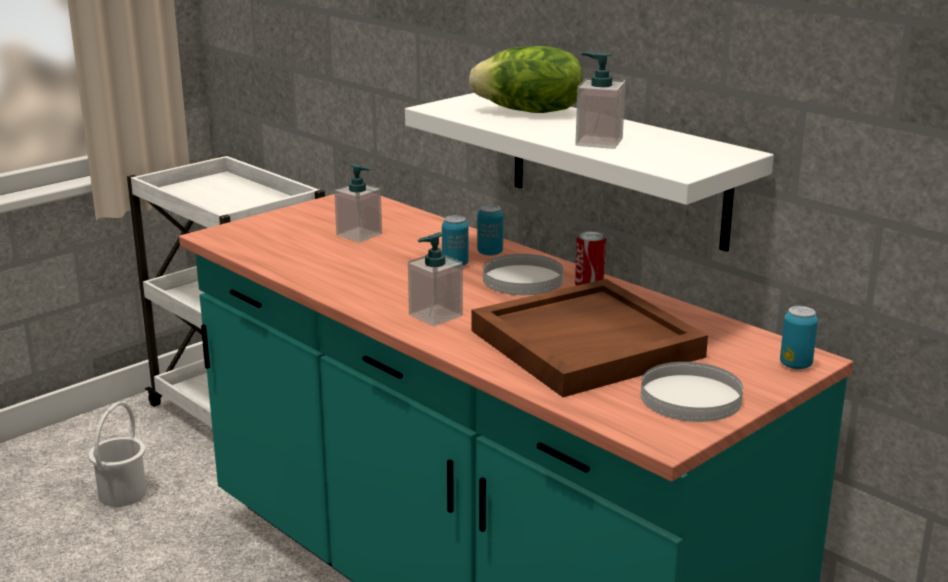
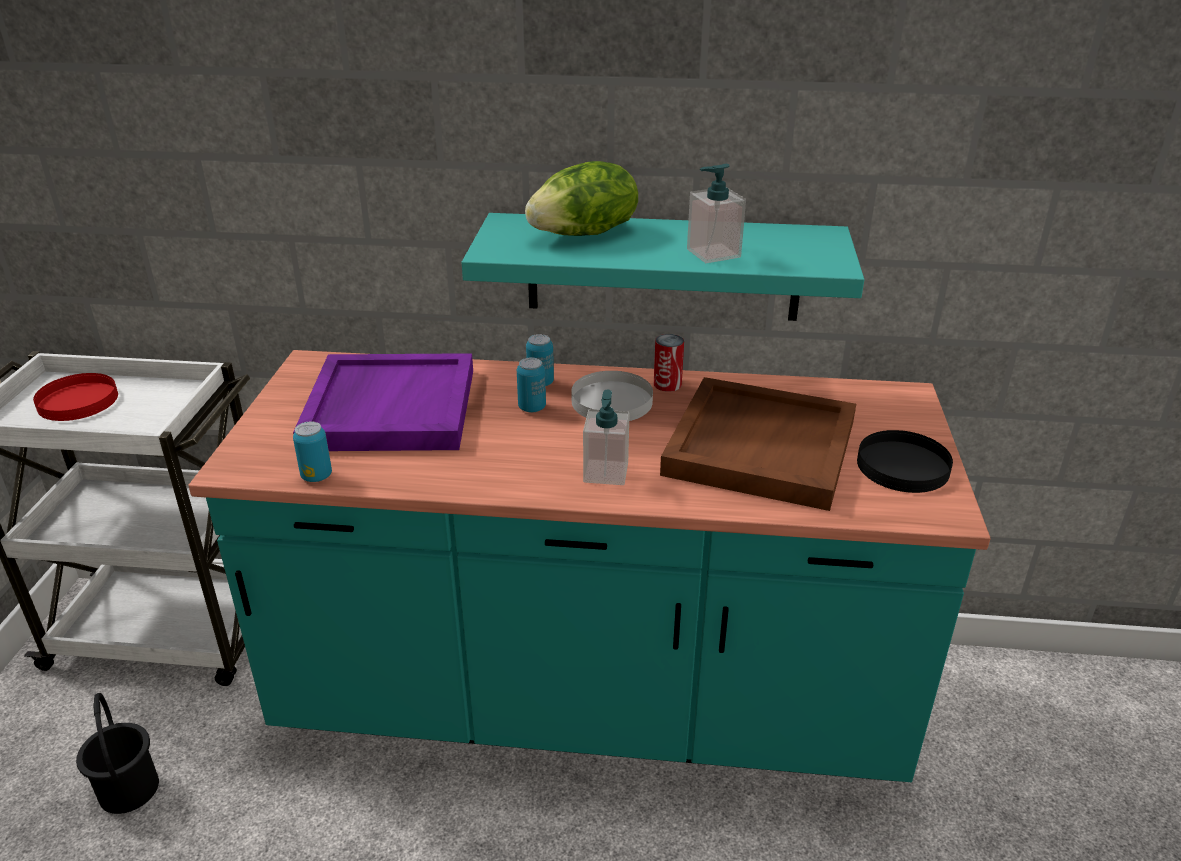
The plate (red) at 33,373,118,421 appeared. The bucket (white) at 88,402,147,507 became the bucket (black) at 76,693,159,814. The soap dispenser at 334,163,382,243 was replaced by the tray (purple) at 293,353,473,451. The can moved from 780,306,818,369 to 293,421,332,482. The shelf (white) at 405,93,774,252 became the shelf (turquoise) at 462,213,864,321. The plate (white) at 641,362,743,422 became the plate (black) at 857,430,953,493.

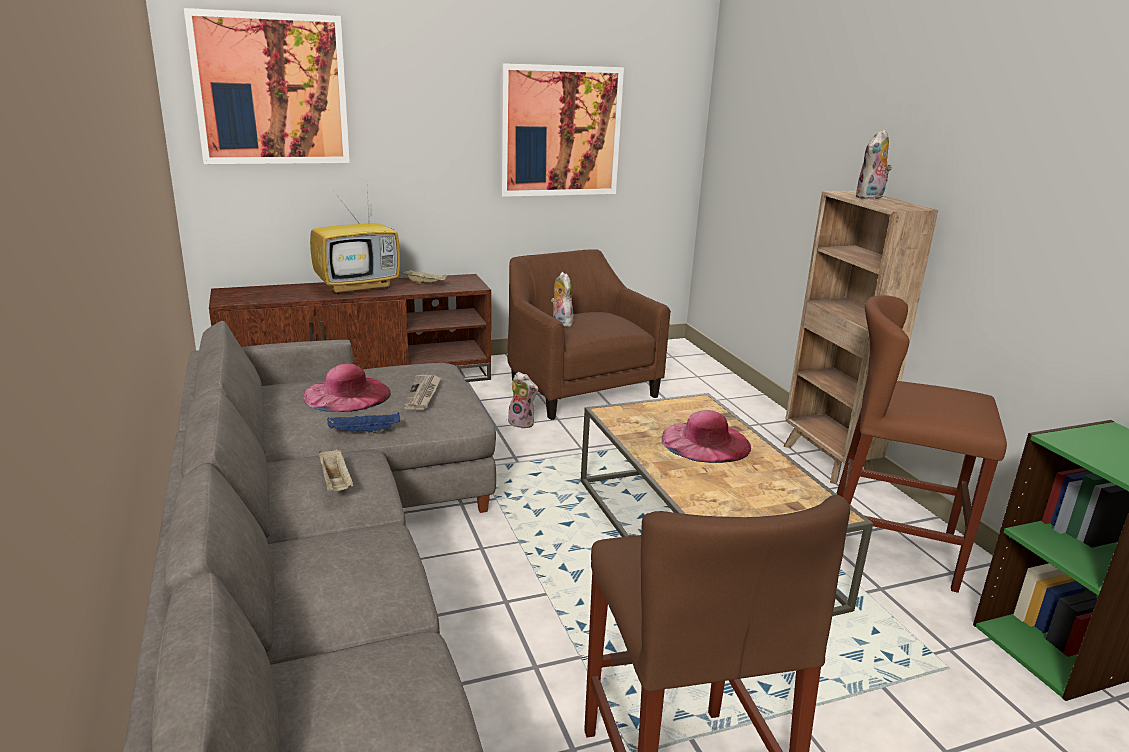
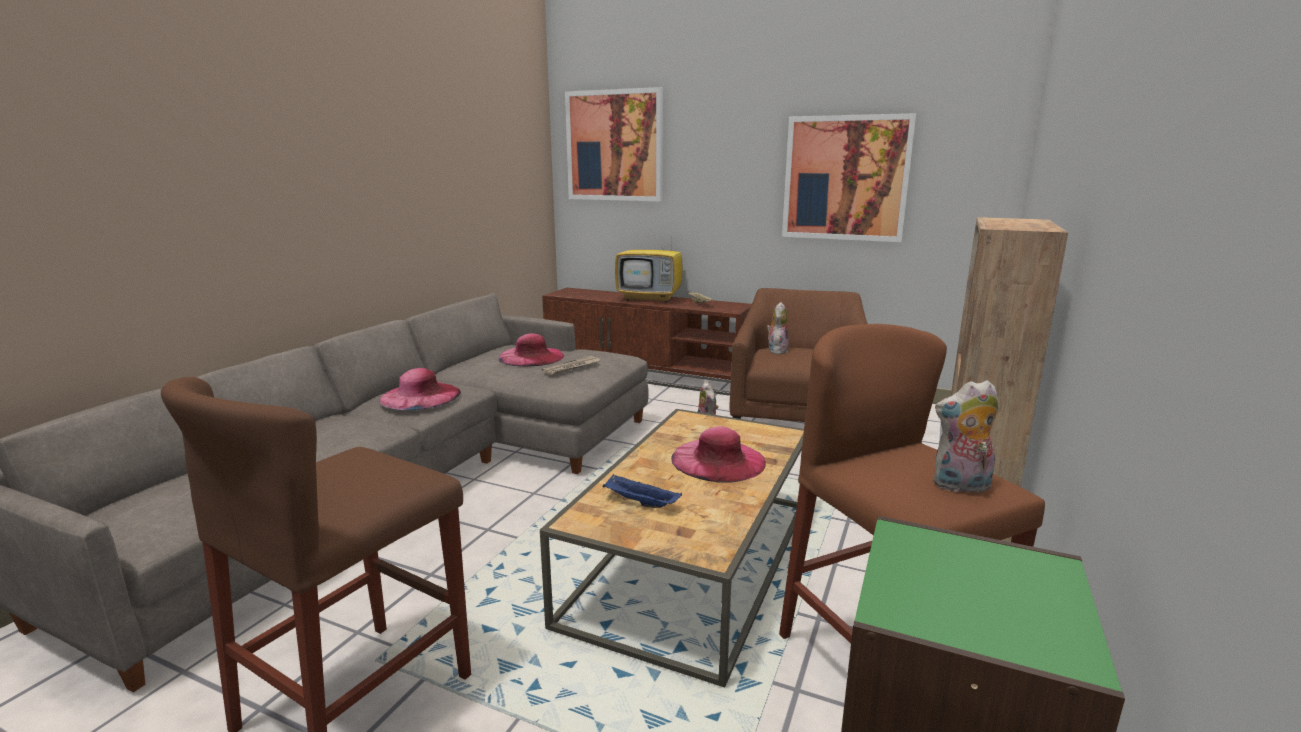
The tray (beige) at 319,449,353,491 was replaced by the hat (pink) at 379,368,461,410. The tray (blue) moved from 327,413,400,434 to 602,474,682,508. The plush toy moved from 855,129,892,199 to 933,380,999,492.

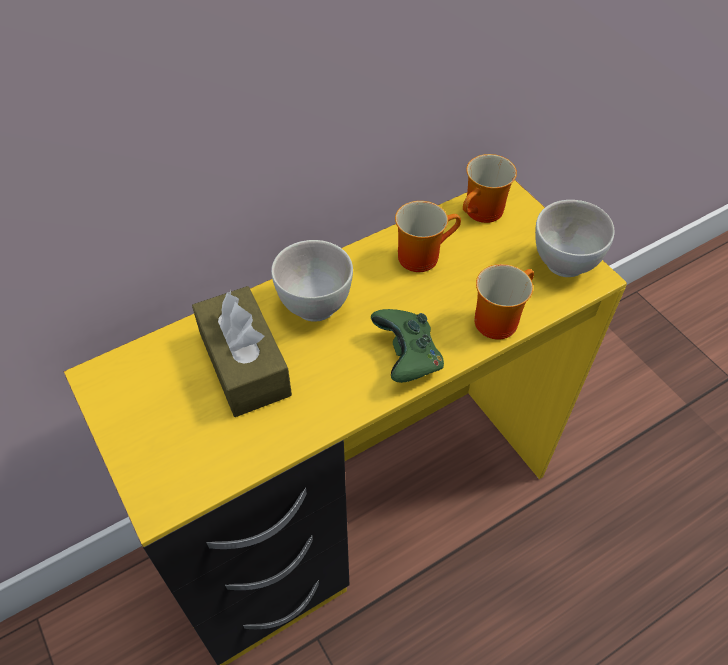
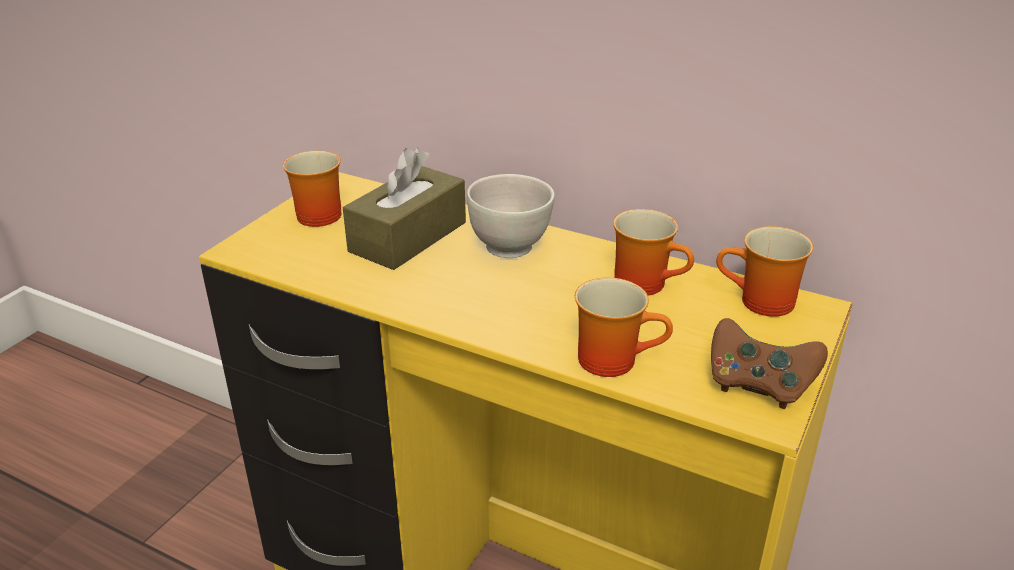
The mug at 283,151,342,227 appeared. The bowl (white) at 535,200,615,277 was replaced by the game controller (brown) at 711,318,828,409. The game controller (green) at 371,309,444,383 disappeared.

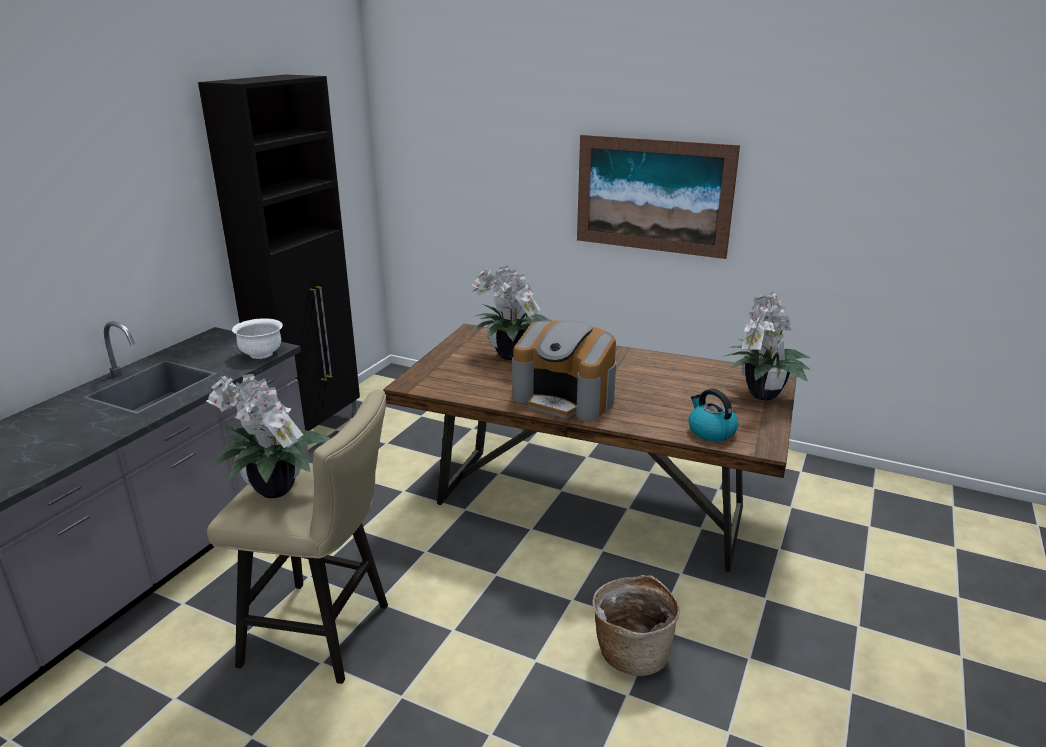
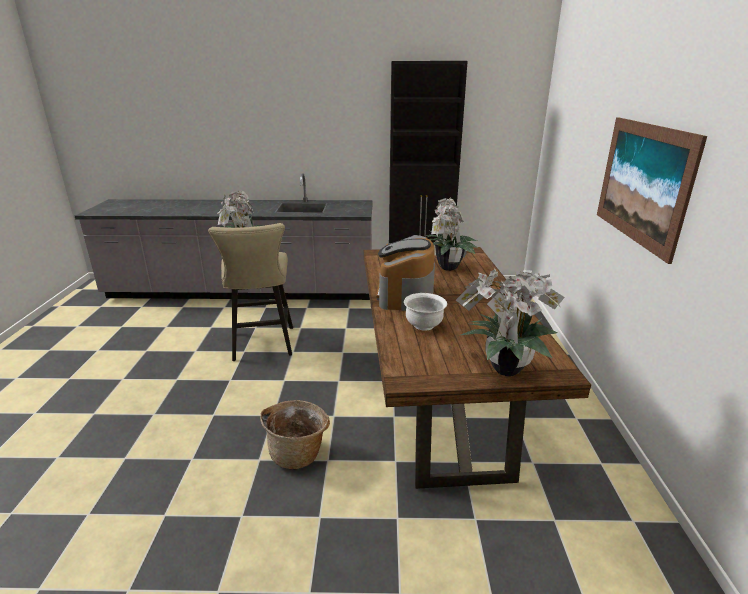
The bowl (white) moved from 232,318,283,359 to 404,293,447,330. The kettle at 688,389,738,441 disappeared.

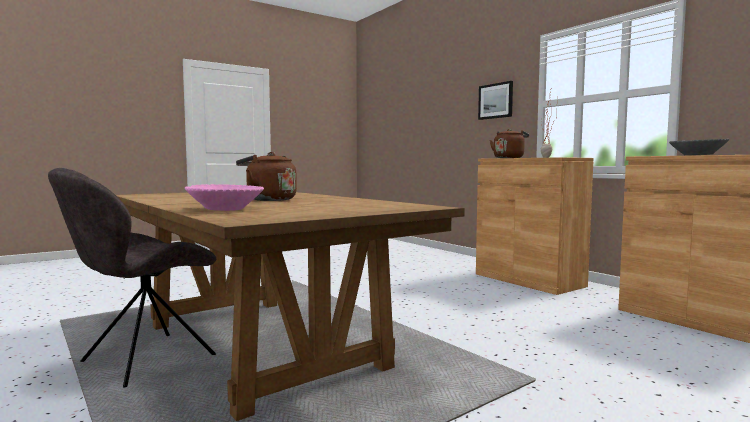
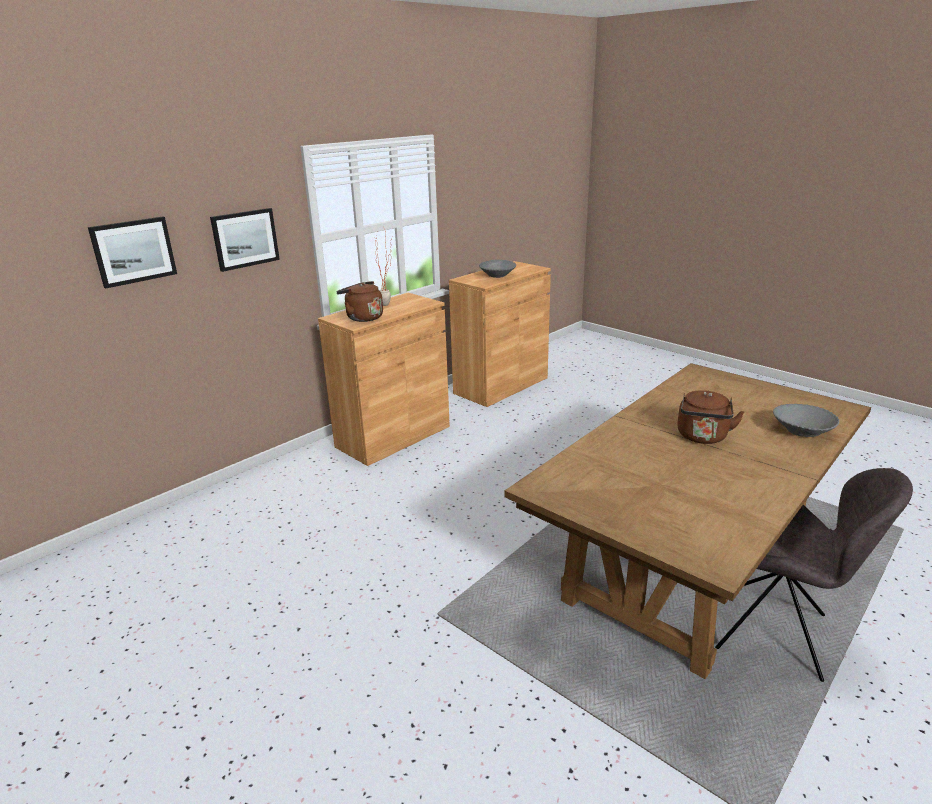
The picture at 88,217,177,288 appeared. The bowl (pink) at 185,184,264,211 became the bowl (grey) at 773,404,839,437.

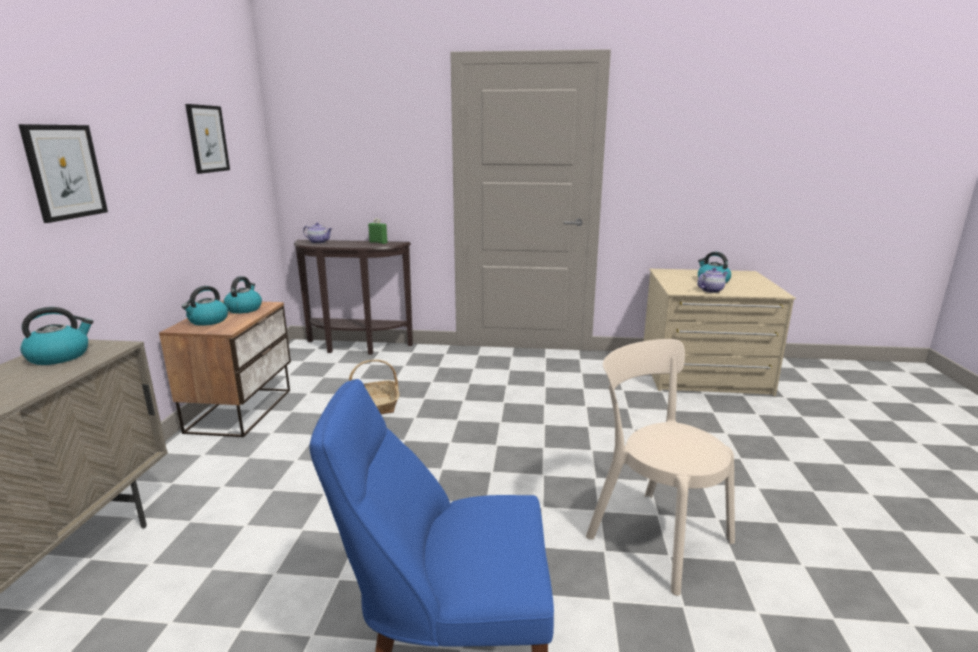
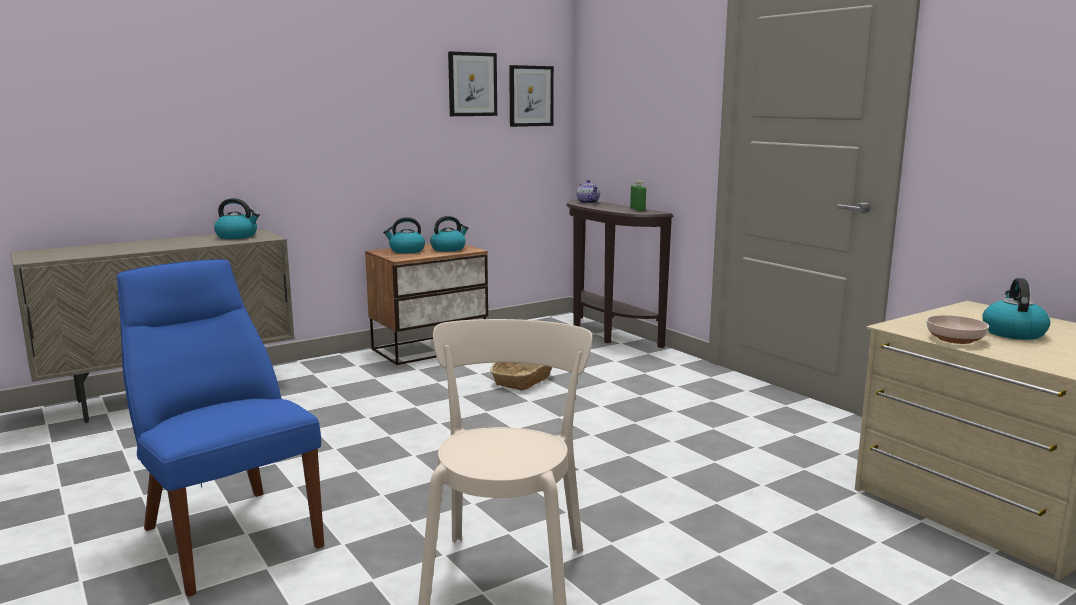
The picture moved from 18,124,108,223 to 509,65,554,127. The teapot at 697,268,728,293 was replaced by the bowl at 926,315,989,344.

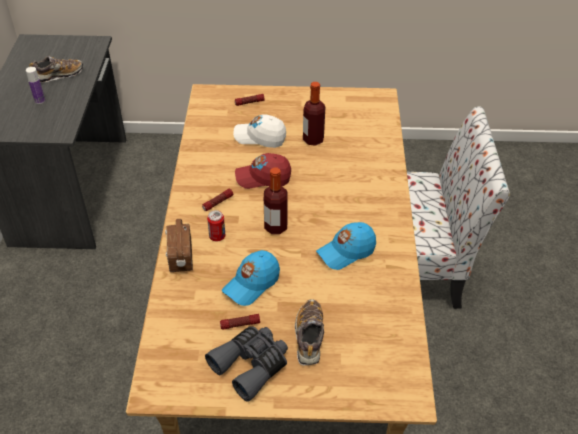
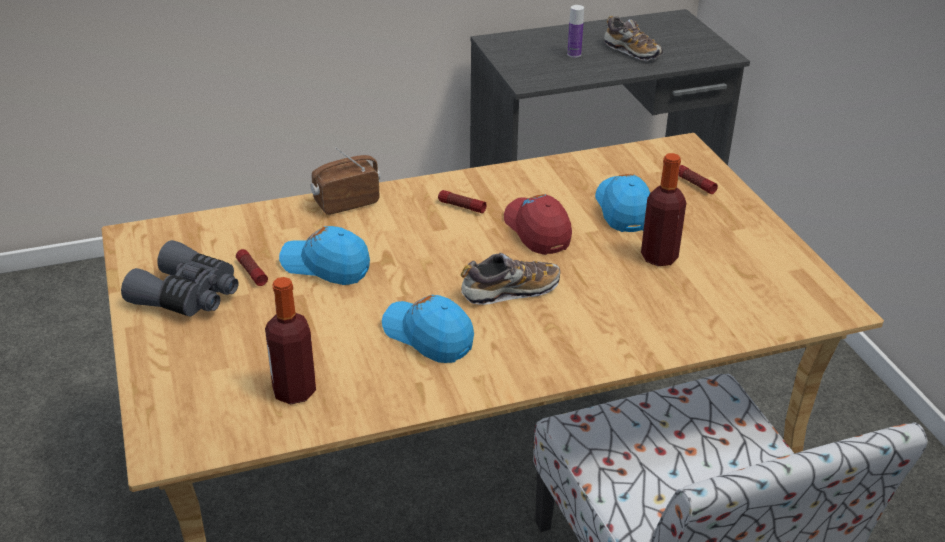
The bottle moved from 264,167,288,234 to 265,277,316,405. The shoe moved from 295,299,324,365 to 461,253,560,305. The cap (white) at 233,115,286,148 became the cap (blue) at 595,174,650,232. The can at 207,210,225,241 disappeared.

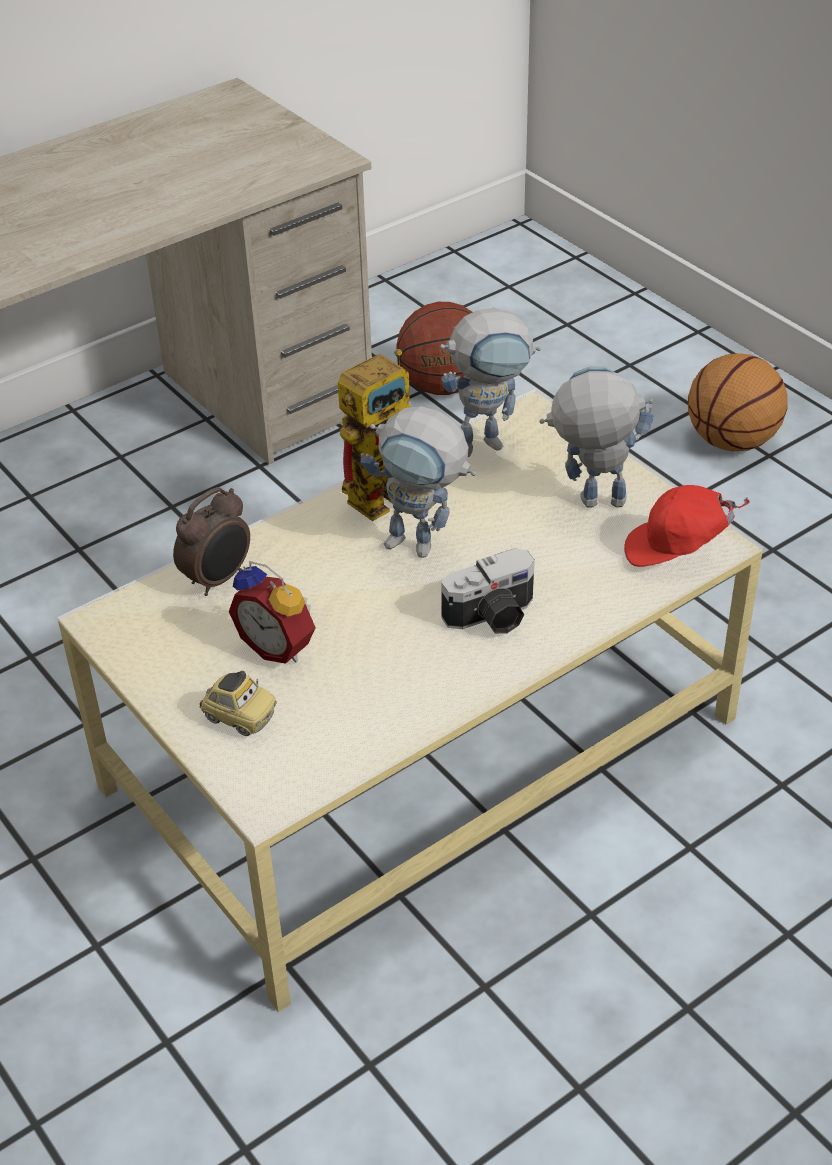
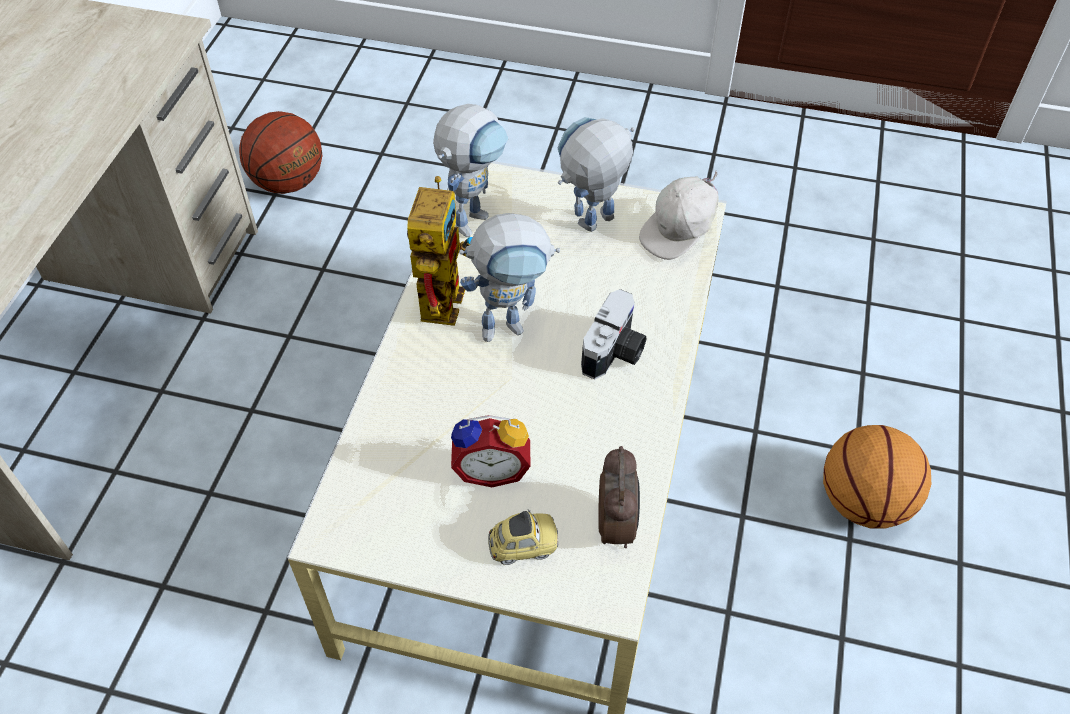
The alarm clock moved from 173,487,250,596 to 598,446,640,548. The cap (red) at 624,485,749,567 became the cap (white) at 639,170,718,260. The basketball moved from 688,353,787,452 to 823,425,931,529.

